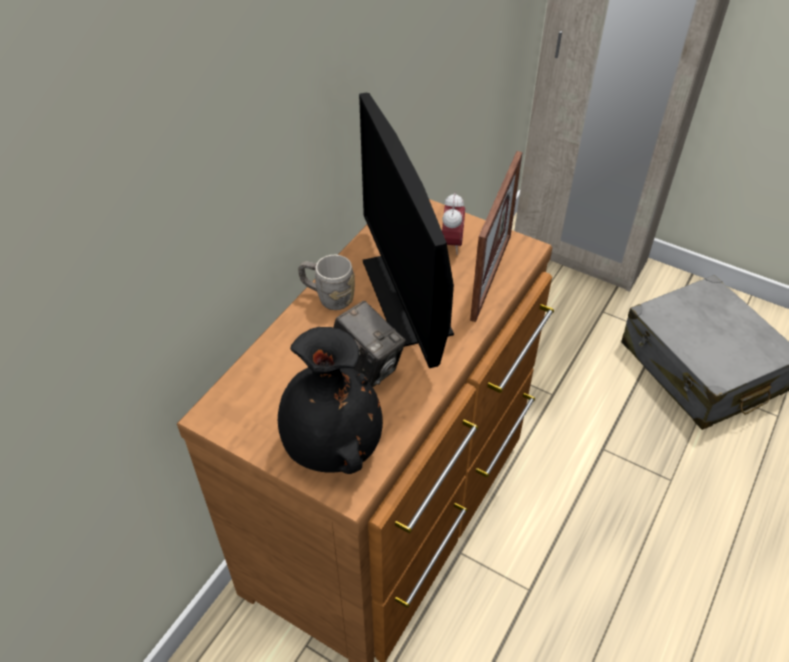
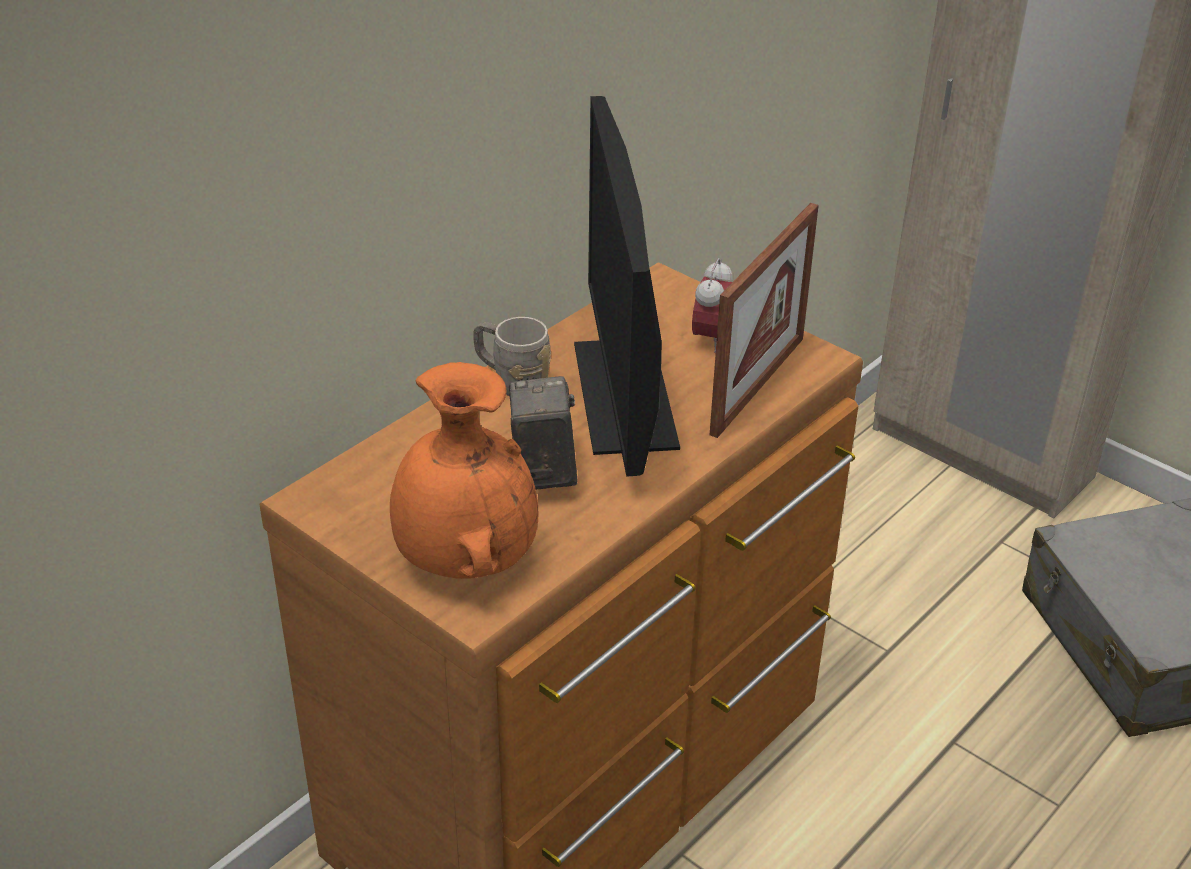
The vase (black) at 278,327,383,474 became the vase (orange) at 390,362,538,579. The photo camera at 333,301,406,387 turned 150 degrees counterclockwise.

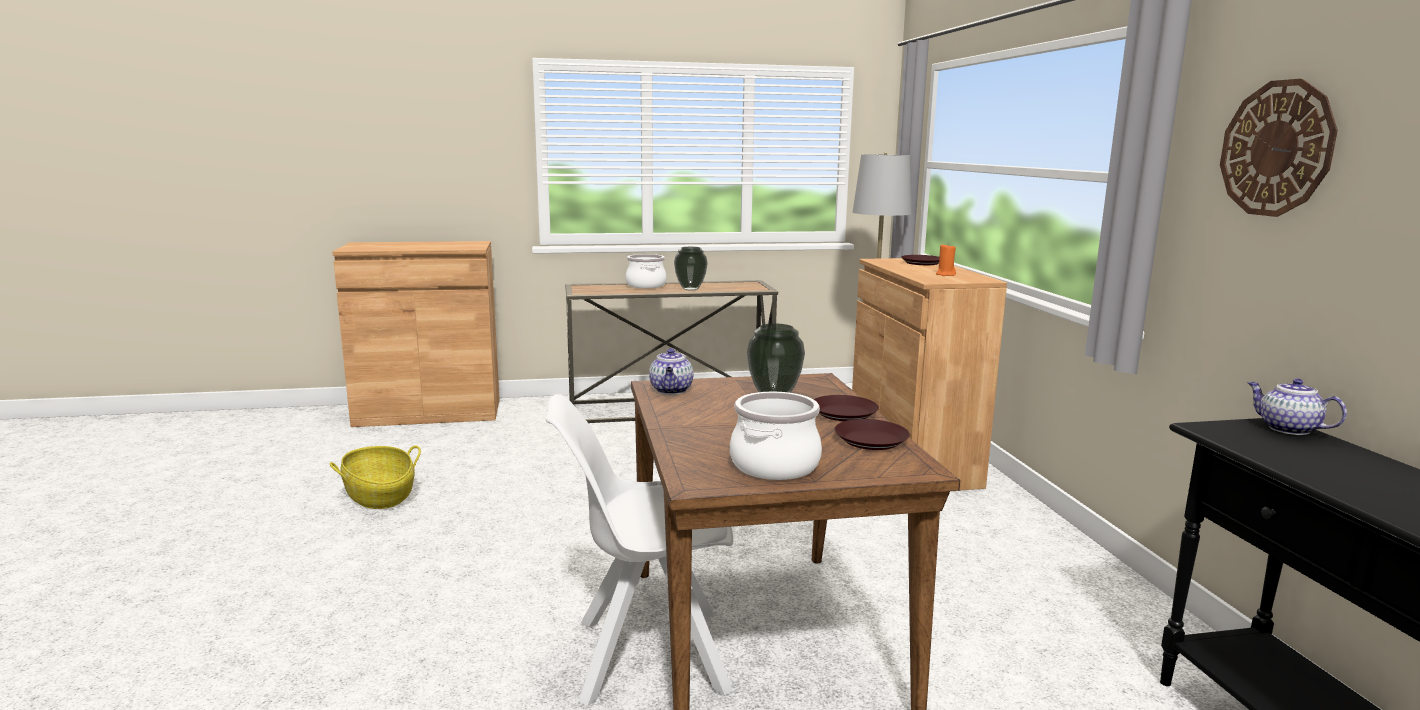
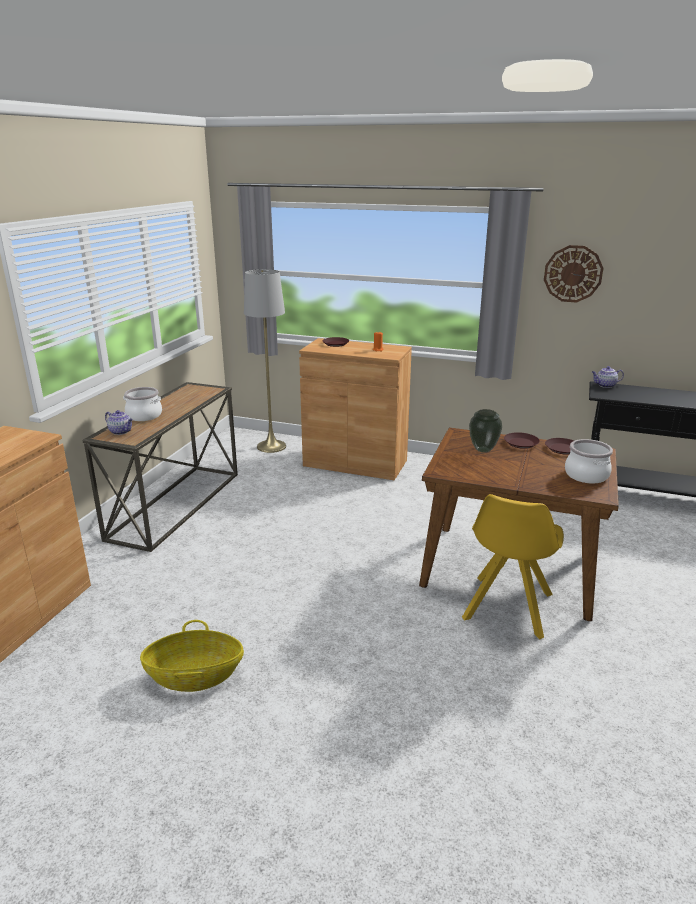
The teapot moved from 649,348,694,394 to 105,410,133,435. The chair (white) at 545,394,733,707 became the chair (yellow) at 462,494,564,639. The vase at 674,247,708,291 disappeared.

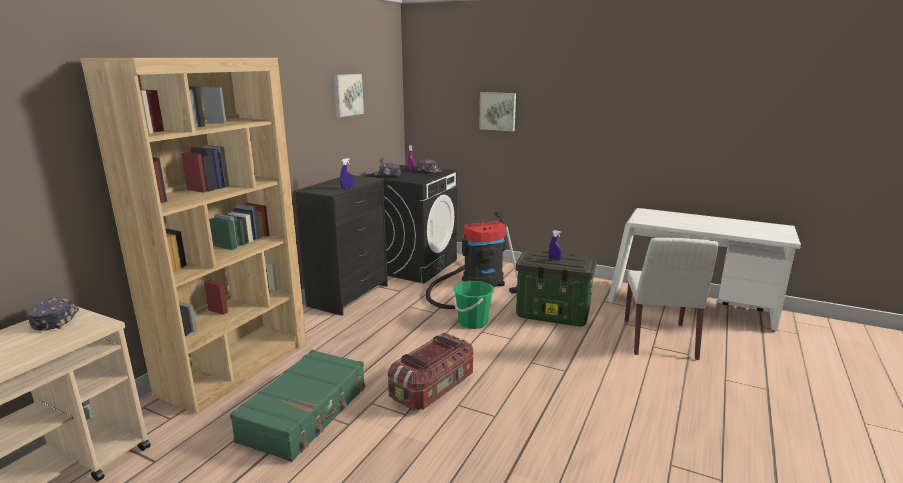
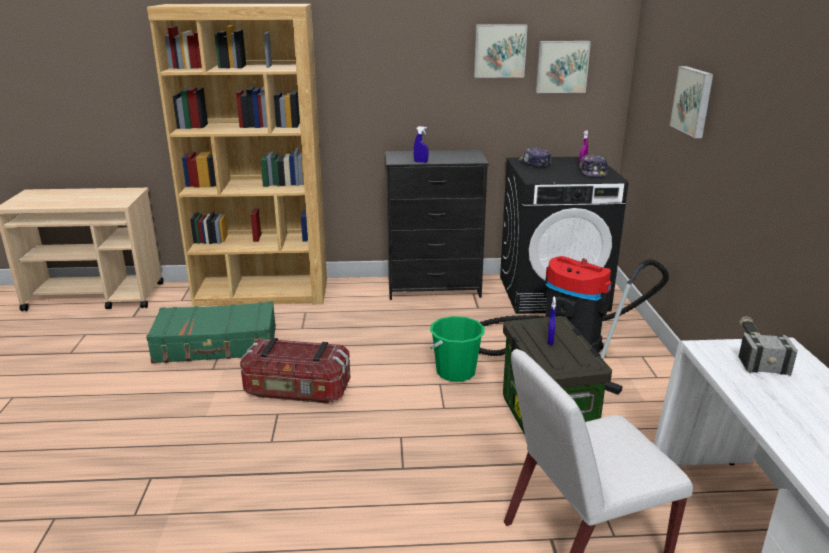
The picture at 536,41,591,93 appeared. The hammer at 739,316,798,376 appeared. The cap at 27,297,79,331 disappeared.

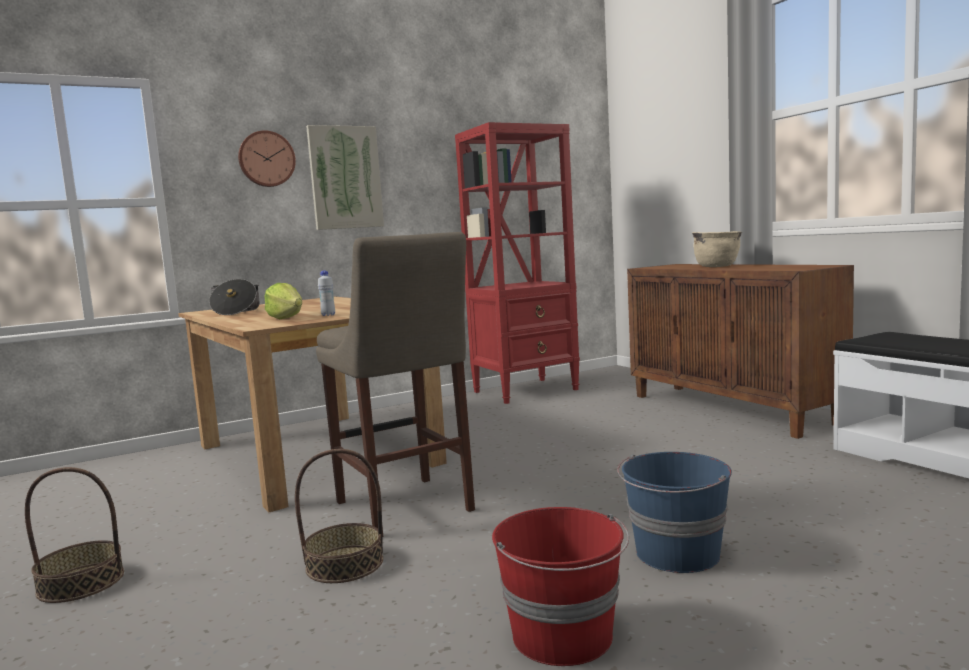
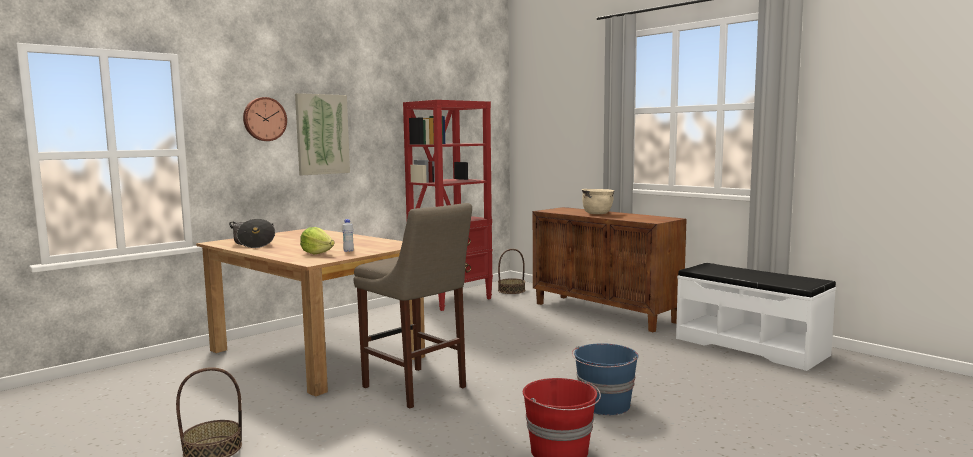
The basket moved from 295,449,383,583 to 498,249,525,294.

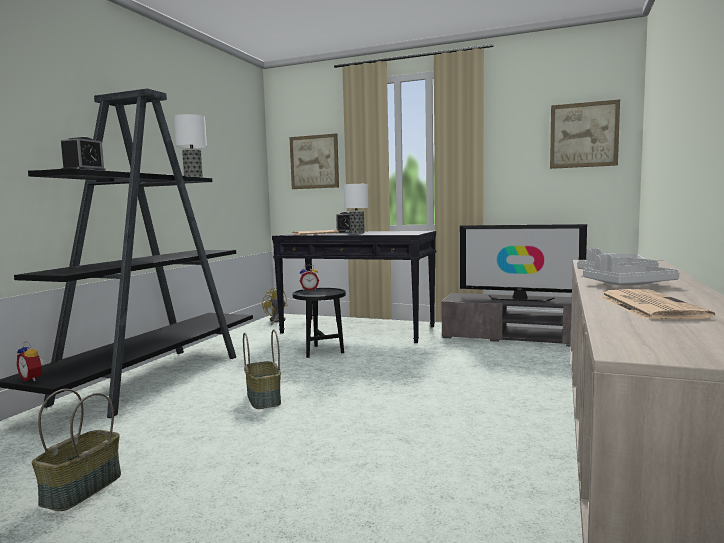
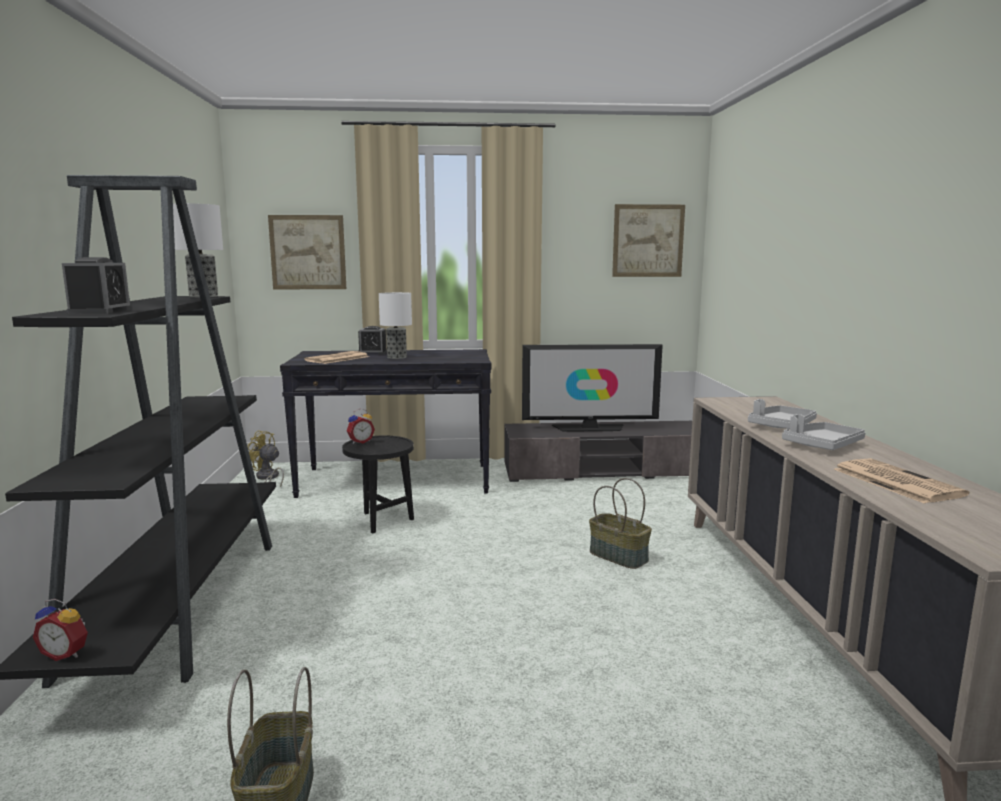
The basket moved from 243,329,281,409 to 589,478,652,569.

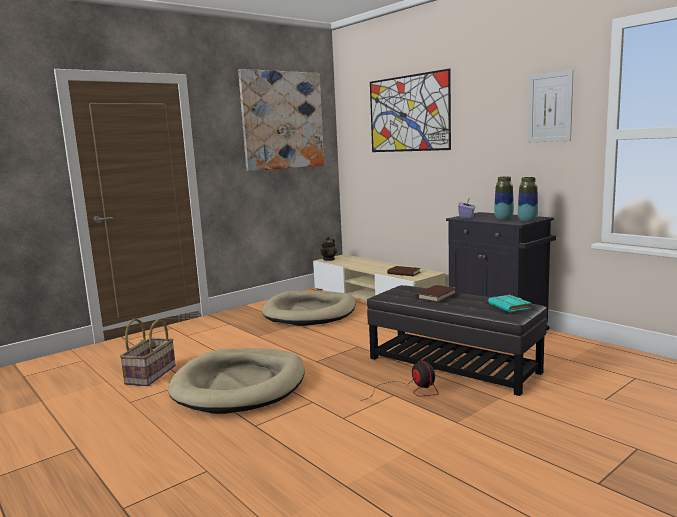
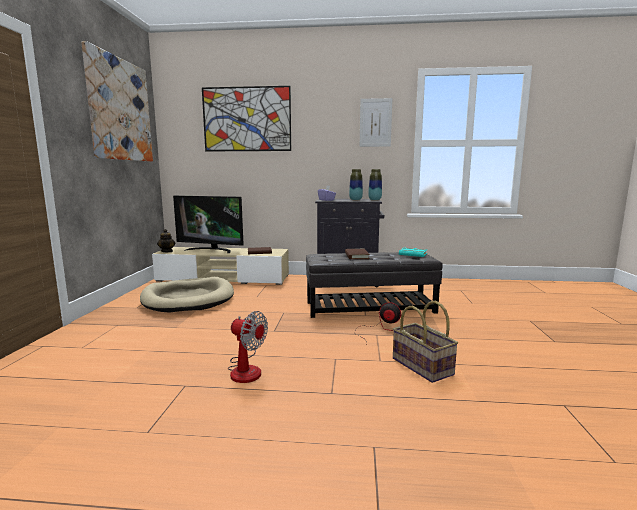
The television at 173,196,244,253 appeared. The dog bed (beige) at 168,348,305,414 was replaced by the fan at 228,311,268,383. The basket moved from 120,318,176,386 to 393,301,458,383.

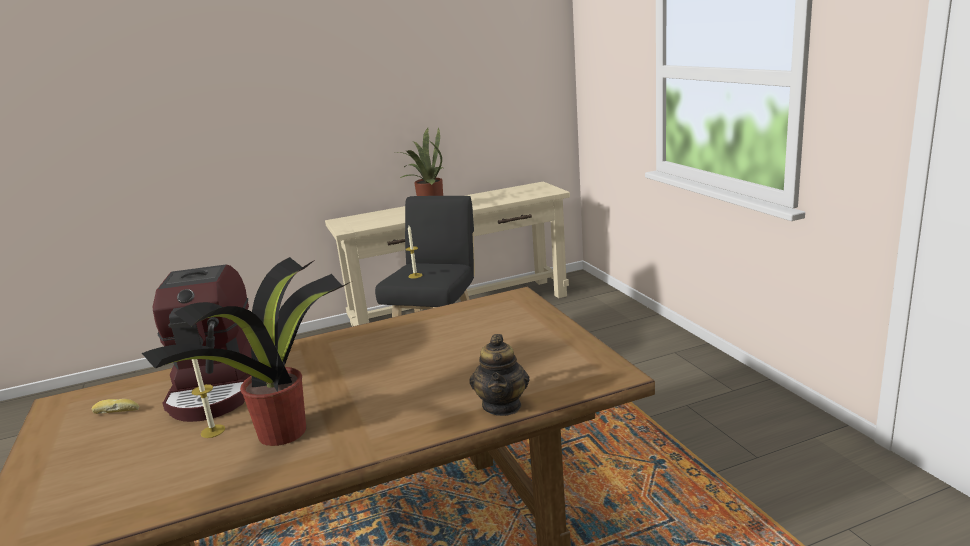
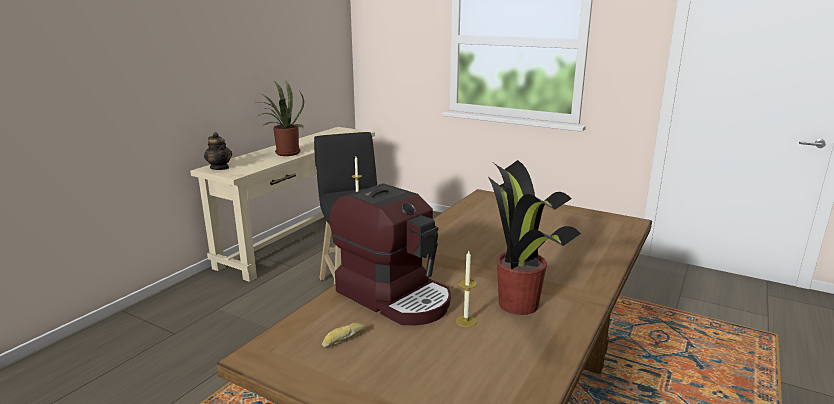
The teapot moved from 469,334,529,416 to 204,132,232,170.

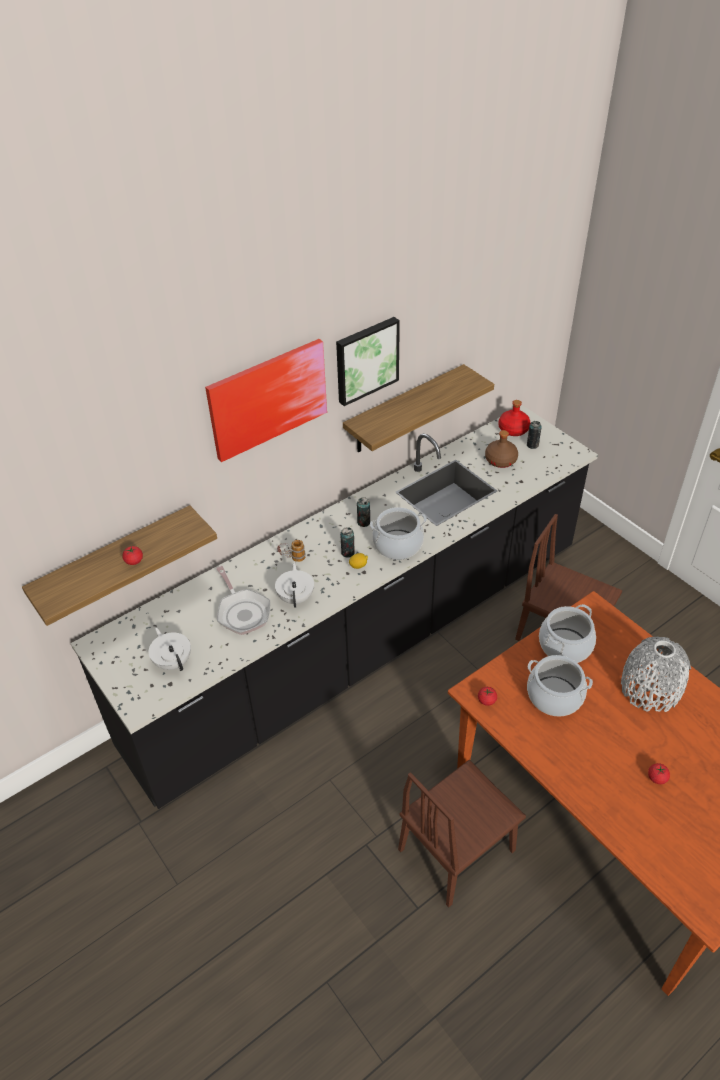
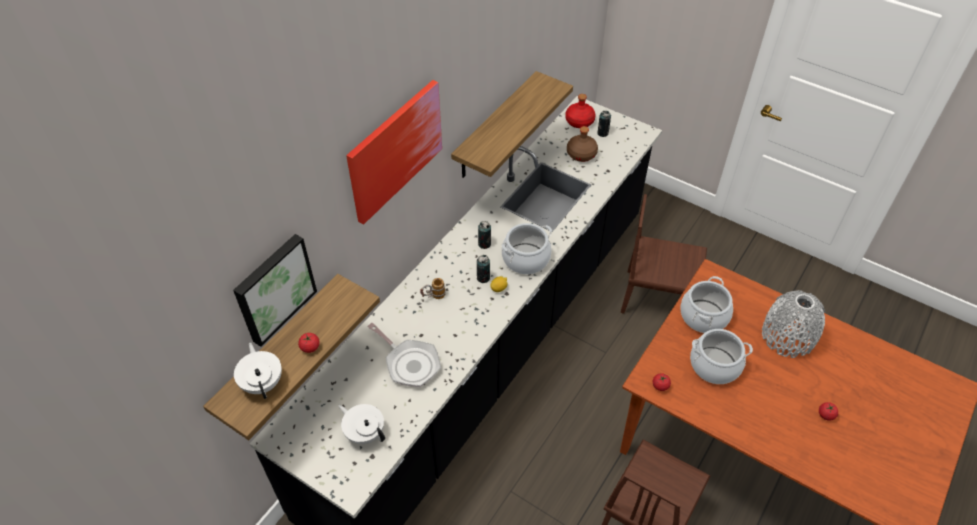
The picture moved from 336,317,400,406 to 233,234,317,347. The teapot (white) moved from 275,562,314,608 to 234,342,282,399.

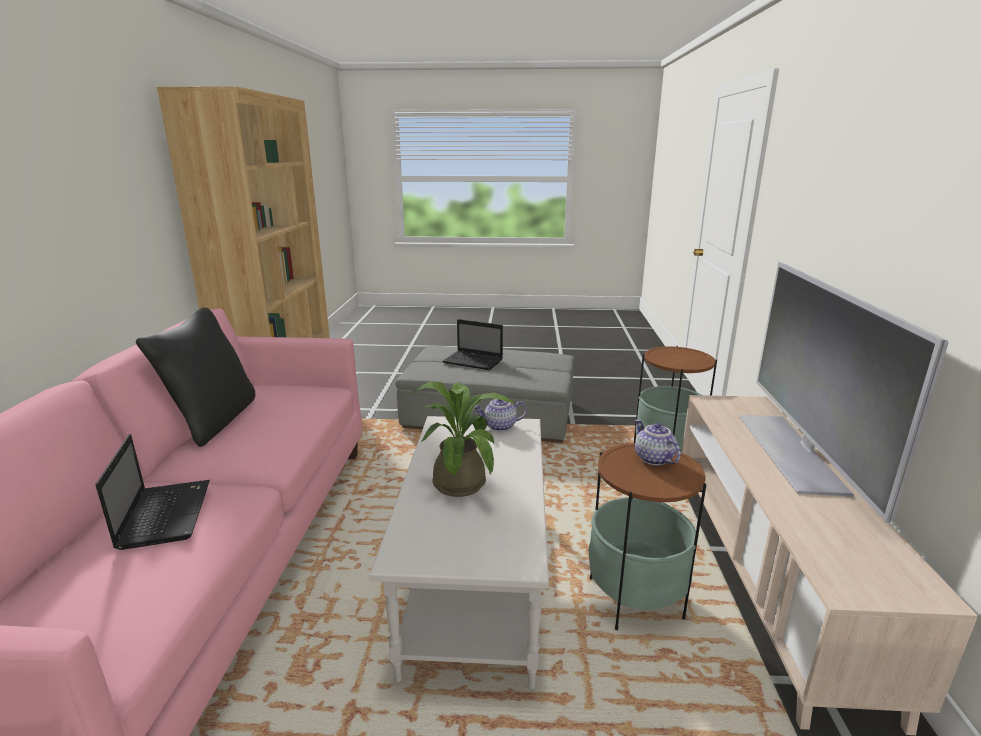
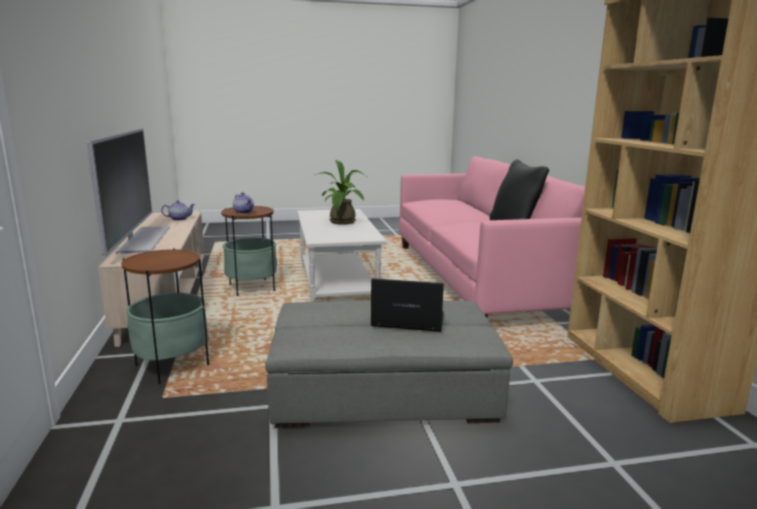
The teapot moved from 475,399,527,431 to 161,200,195,221. The laptop at 95,434,210,550 disappeared.

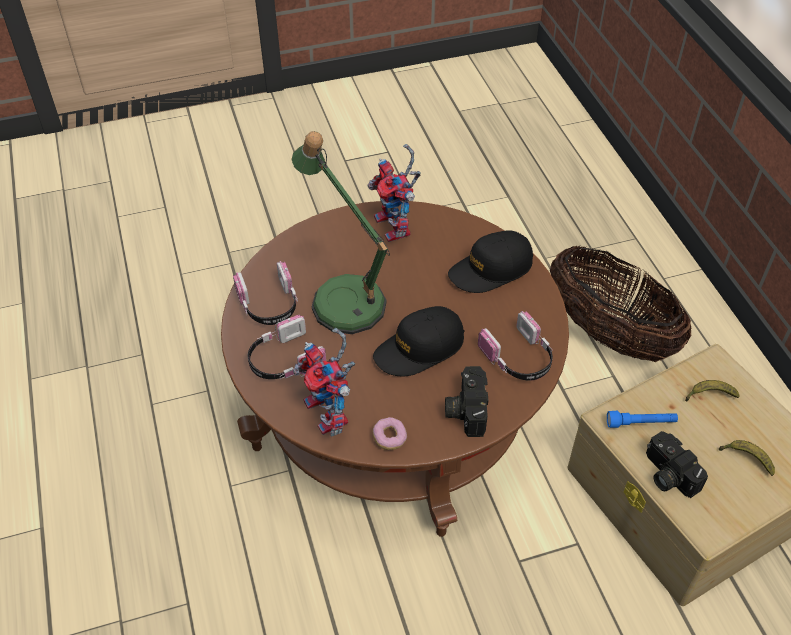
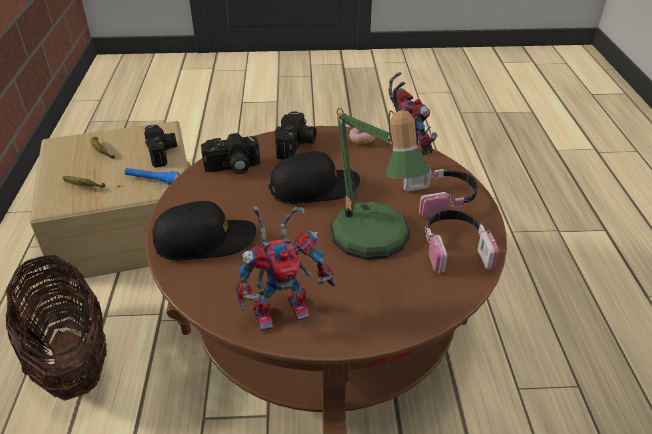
The headphones at 478,311,553,381 was replaced by the photo camera at 201,133,260,174. The toy robot at 367,144,421,242 turned 75 degrees clockwise.

